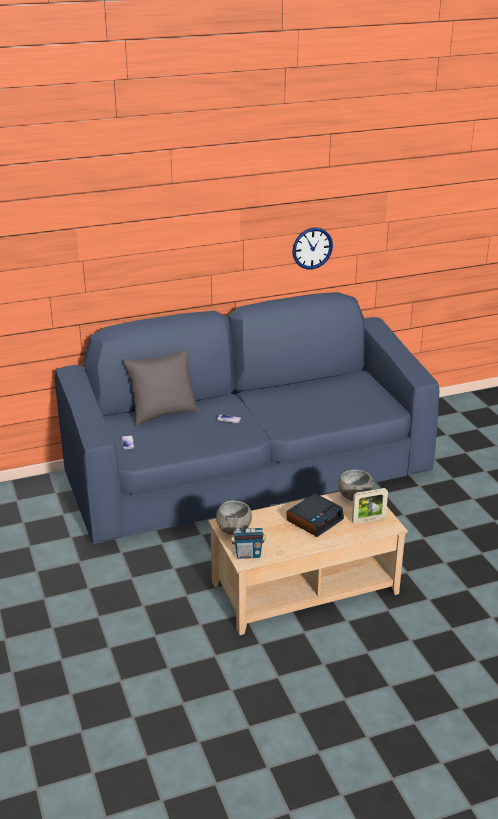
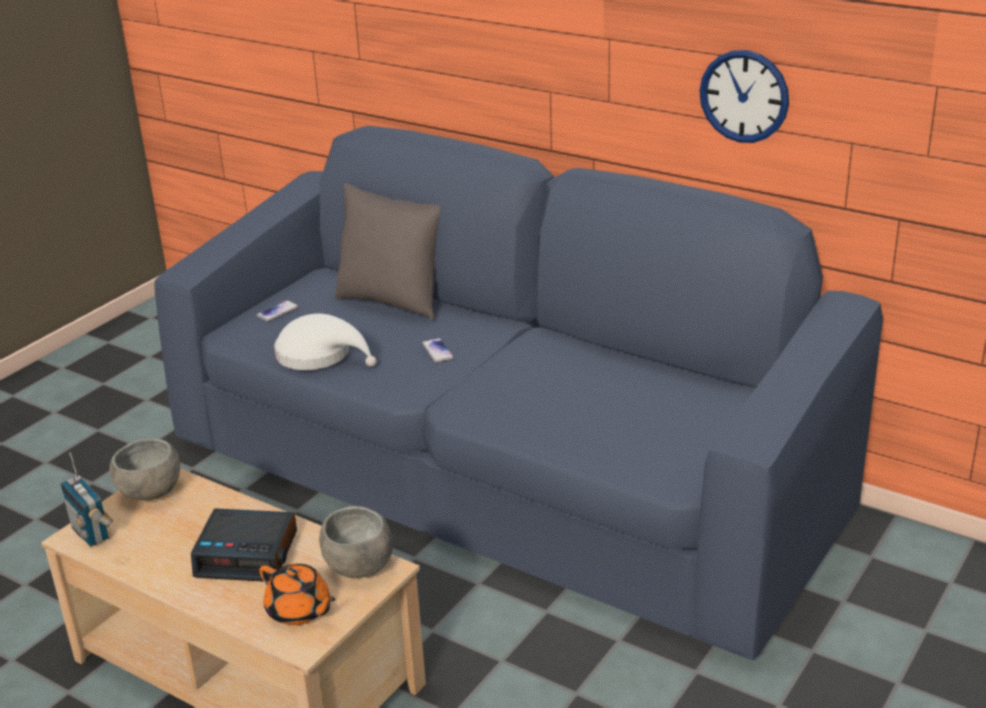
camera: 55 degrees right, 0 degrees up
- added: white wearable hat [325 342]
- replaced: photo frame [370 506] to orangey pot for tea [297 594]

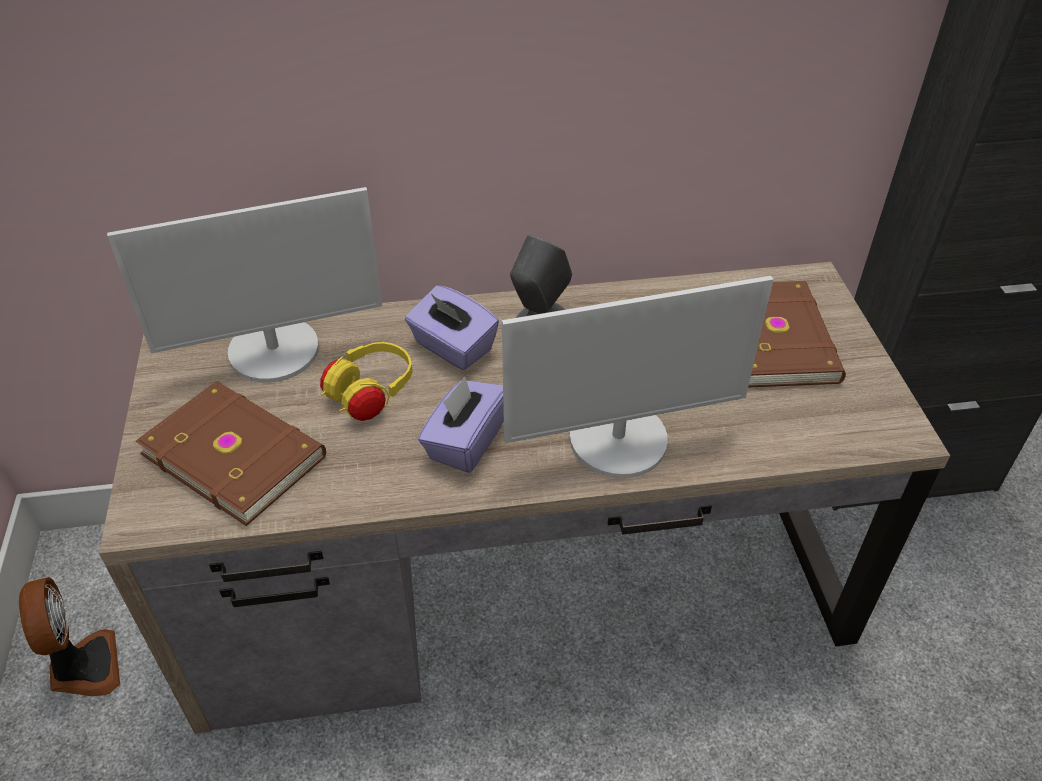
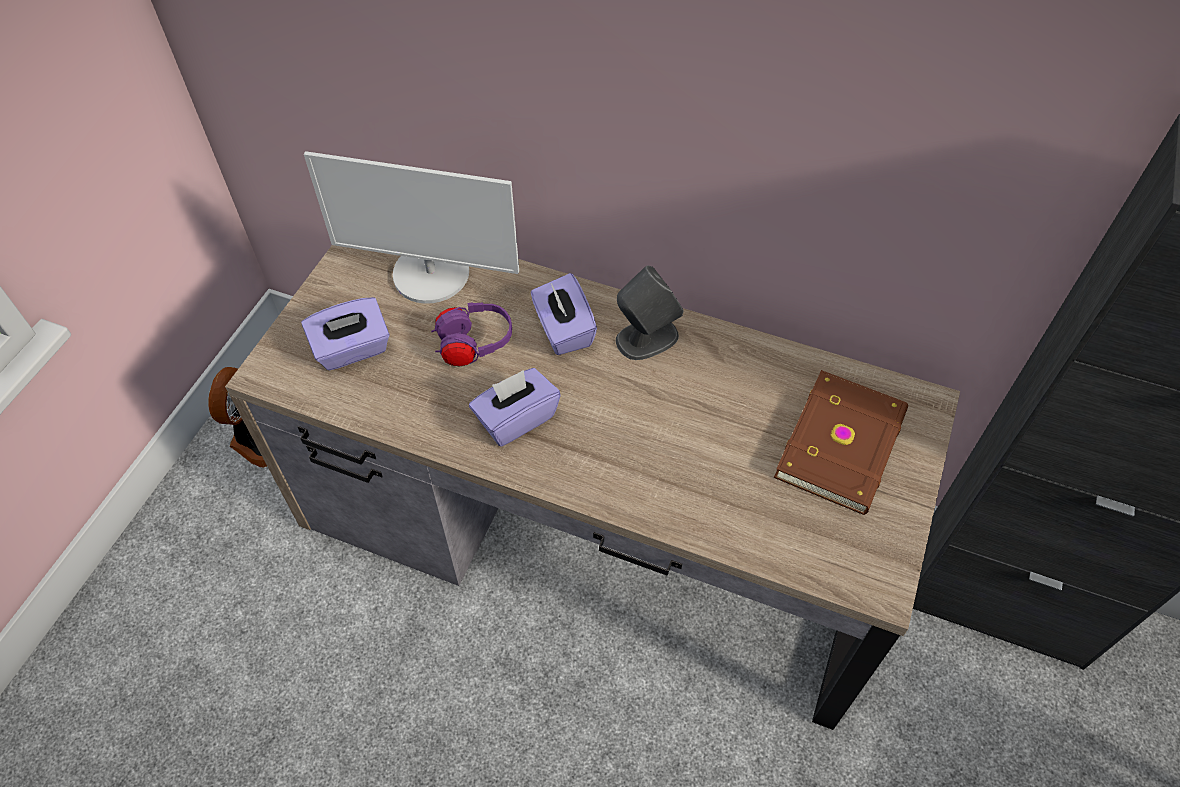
camera: 30 degrees right, 10 degrees up
- removed: computer display [638 377]
- replaced: brown-coloured book [230 453] to purple-coloured tissue box [345 333]
- recoloured: yellowish pair of headphones [366 381] to purple-coloured pair of headphones [471 334]

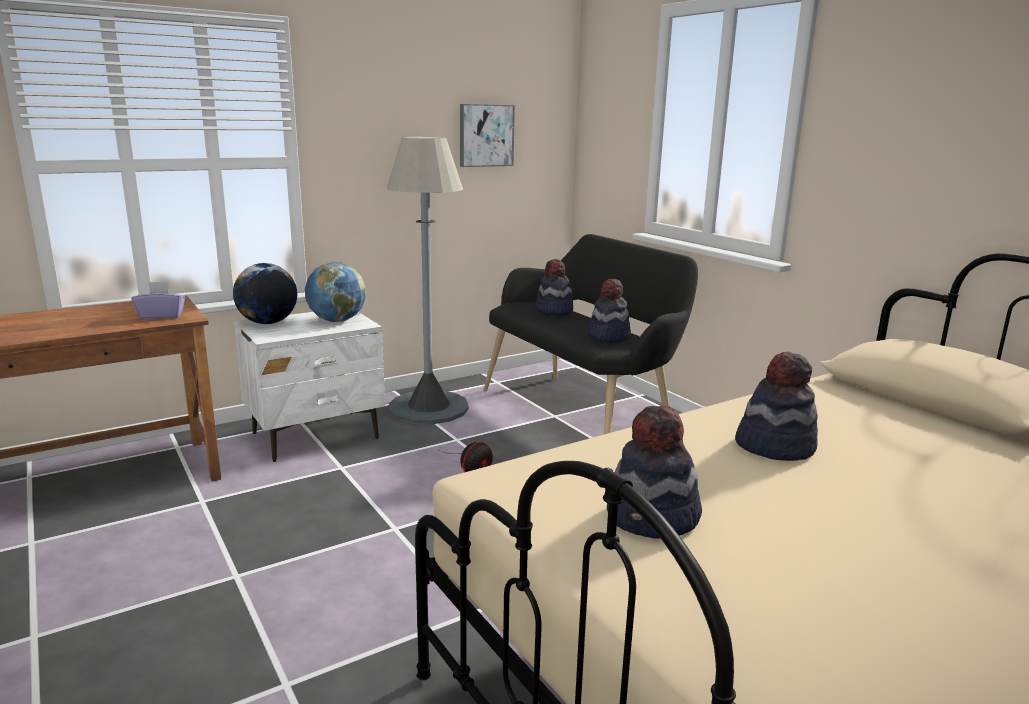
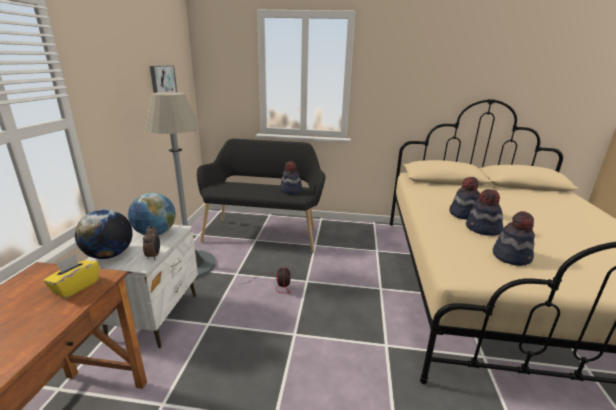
camera: 50 degrees left, 5 degrees up
- added: alarm clock [151 243]
- moved: wearable hat [555 287] to [484 212]
- recoloured: purple-coloured tissue box [158 300] to yellowish tissue box [71 276]

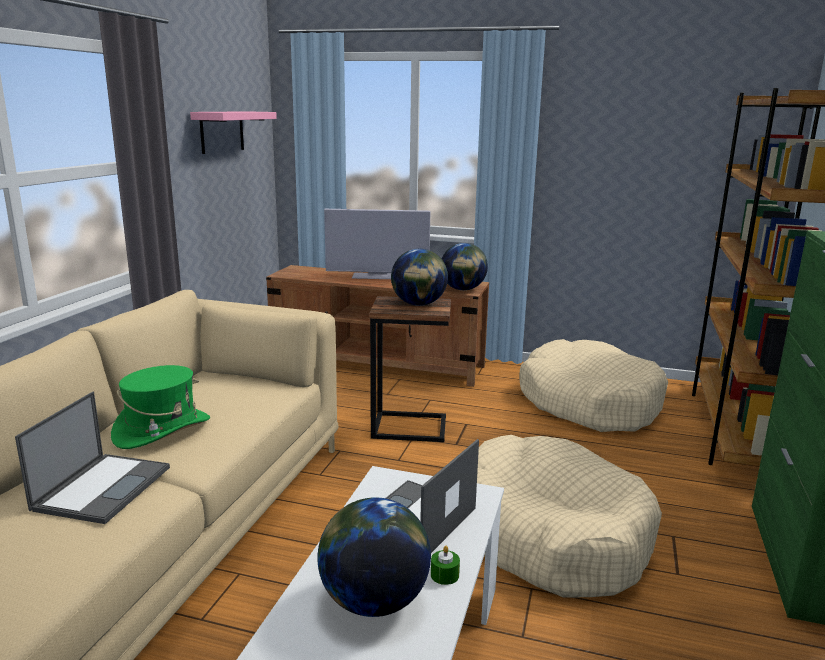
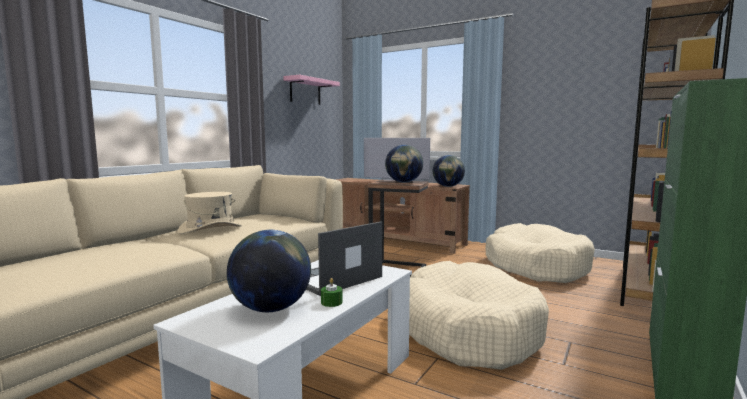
camera: 15 degrees right, 10 degrees down
- removed: notebook computer [92 458]
- recoloured: green wearable hat [160 407] to sand-coloured wearable hat [209 213]

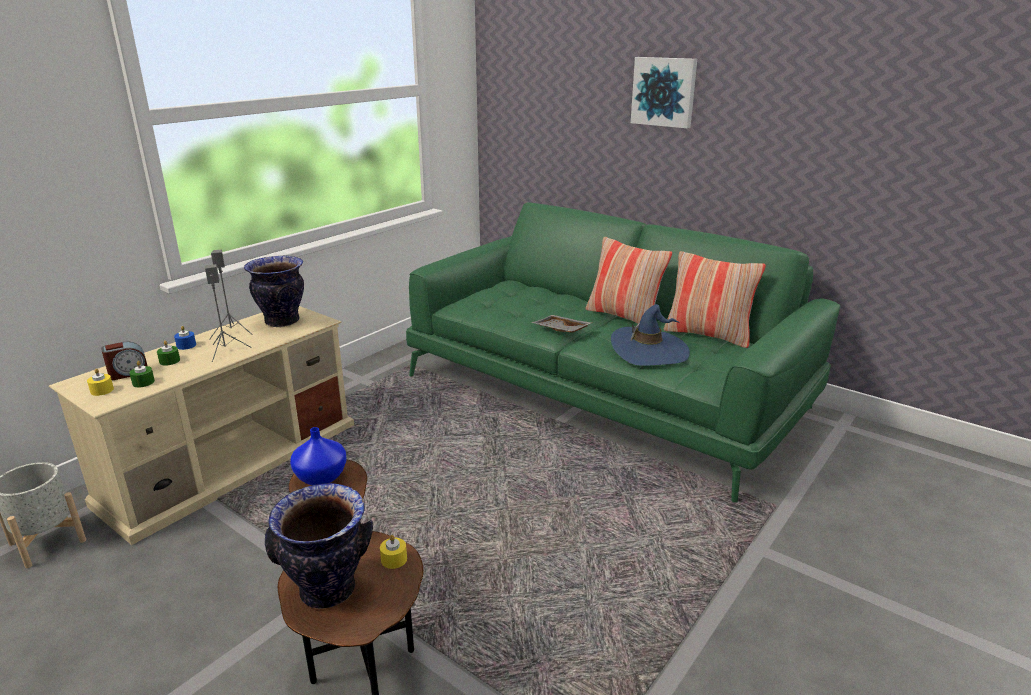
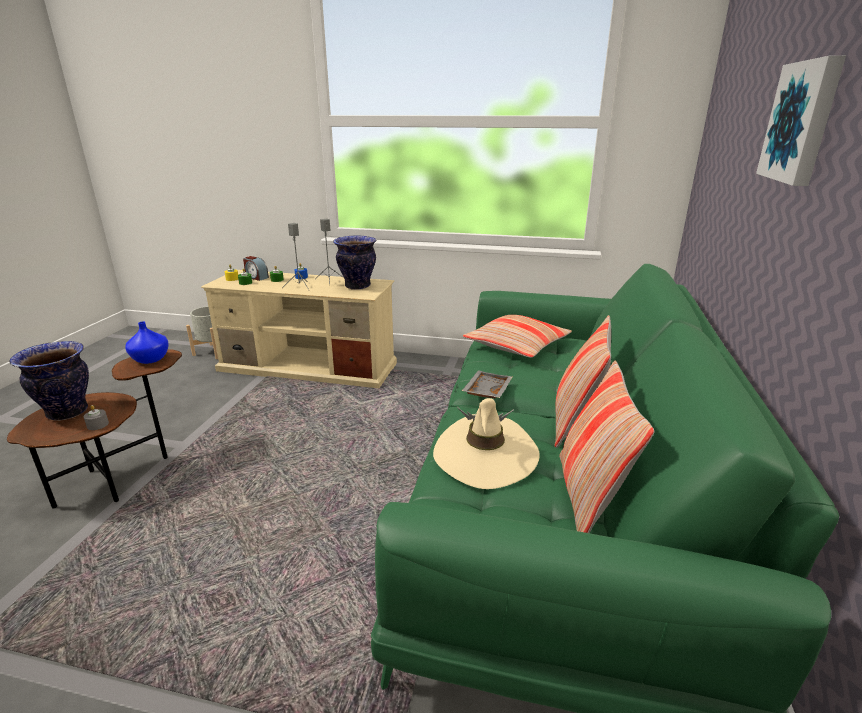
camera: 65 degrees right, 0 degrees up
- added: throw pillow [517 336]
- recoloured: yellowish wax light [393 552] to gray wax light [96 417]
- recoloured: bluish wearable hat [650 335] to sand-coloured wearable hat [486 443]

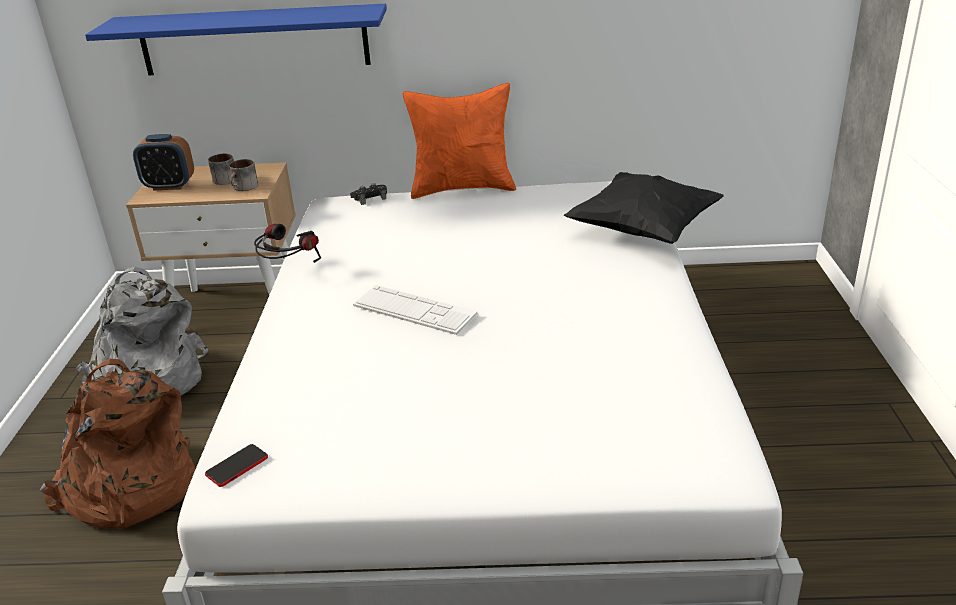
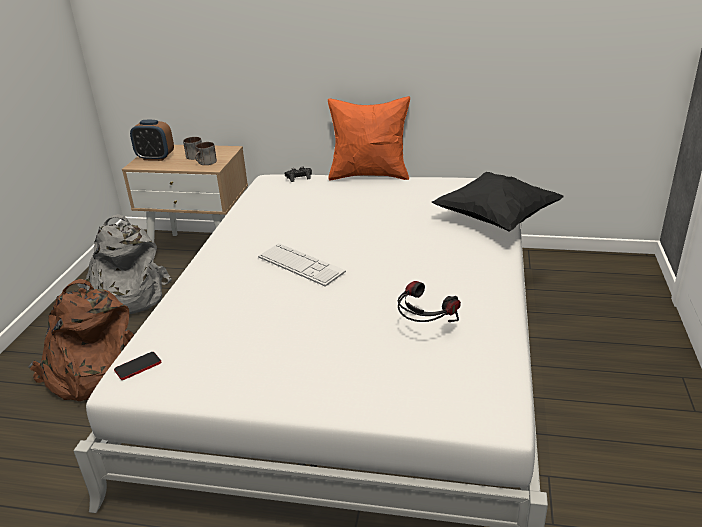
camera: 10 degrees right, 0 degrees up
- removed: bluish shelf [236 39]
- moved: pair of headphones [287 243] to [429 301]

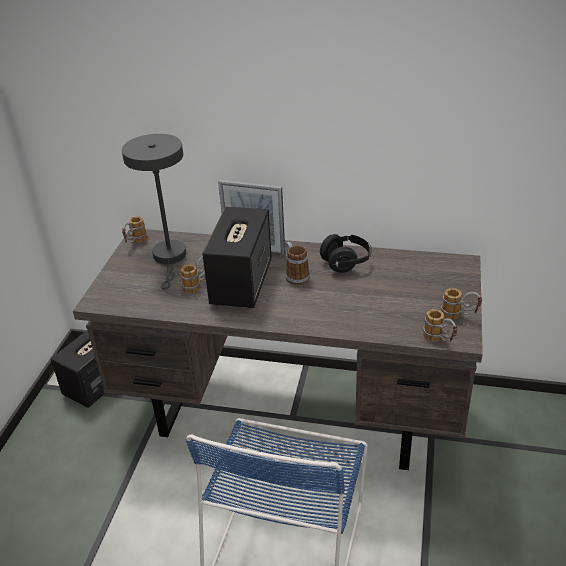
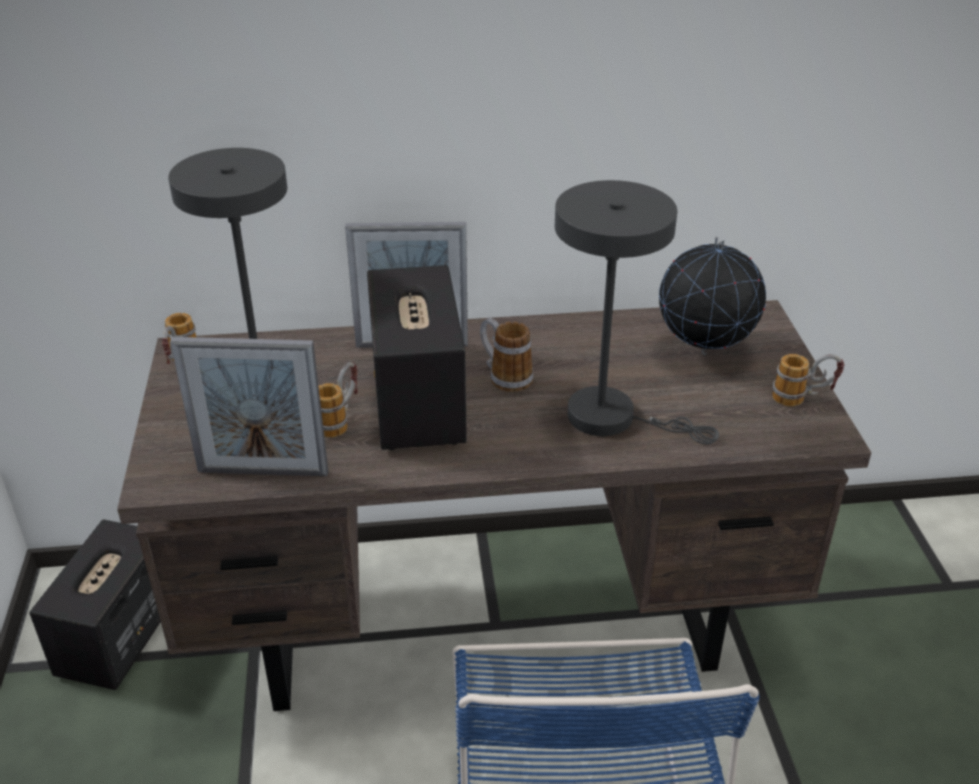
camera: 20 degrees left, 0 degrees up
- removed: black-coloured pair of headphones [346 253]
- removed: tea mug [440 325]
- added: photo frame [249 406]
- added: gray lamp for a table [637 312]
- added: desk globe [712 296]

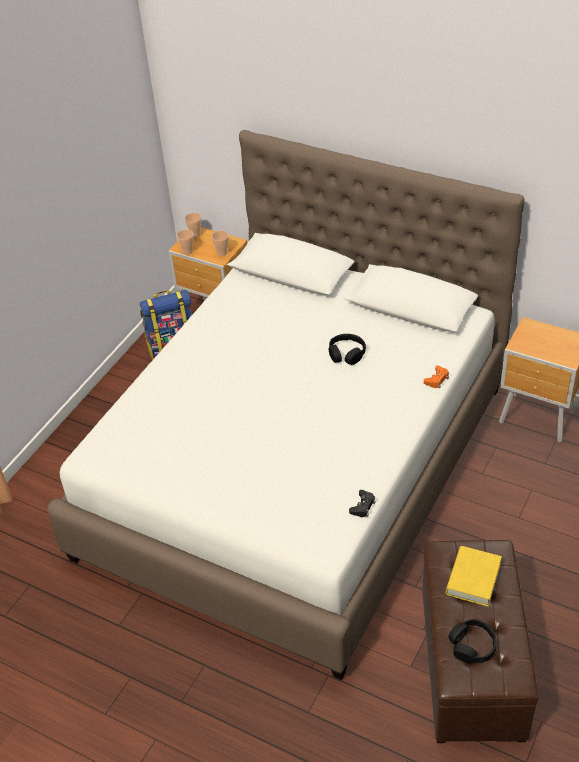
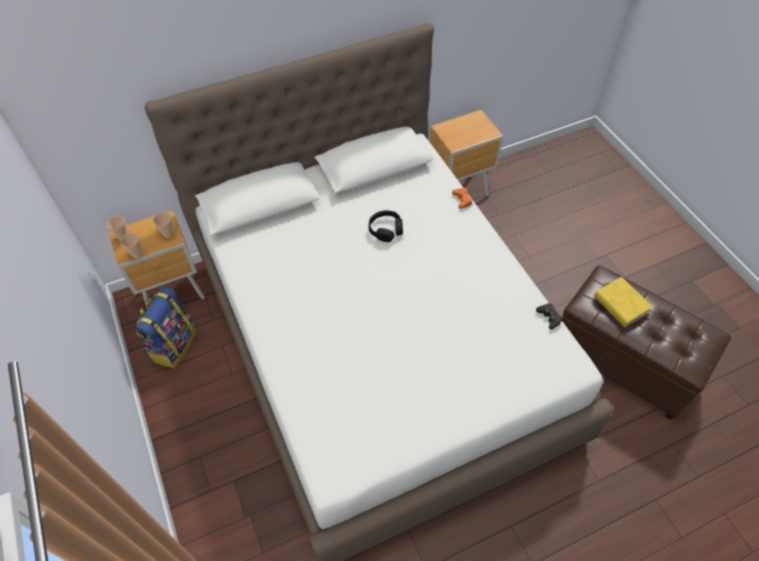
camera: 55 degrees left, 10 degrees up
- removed: black-coloured pair of headphones [472 641]

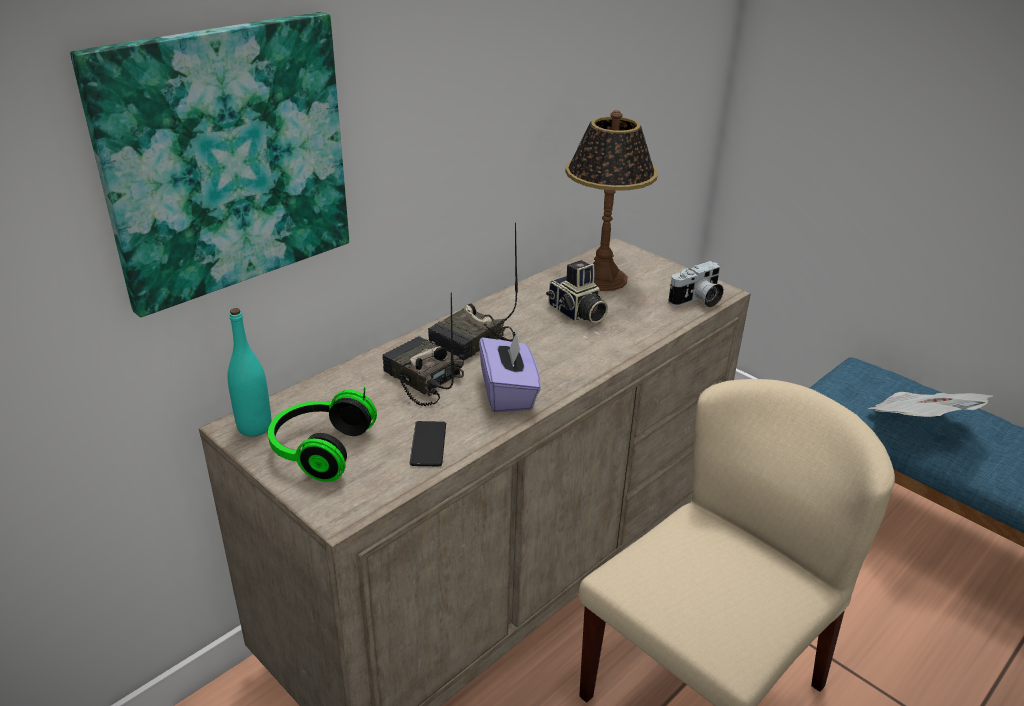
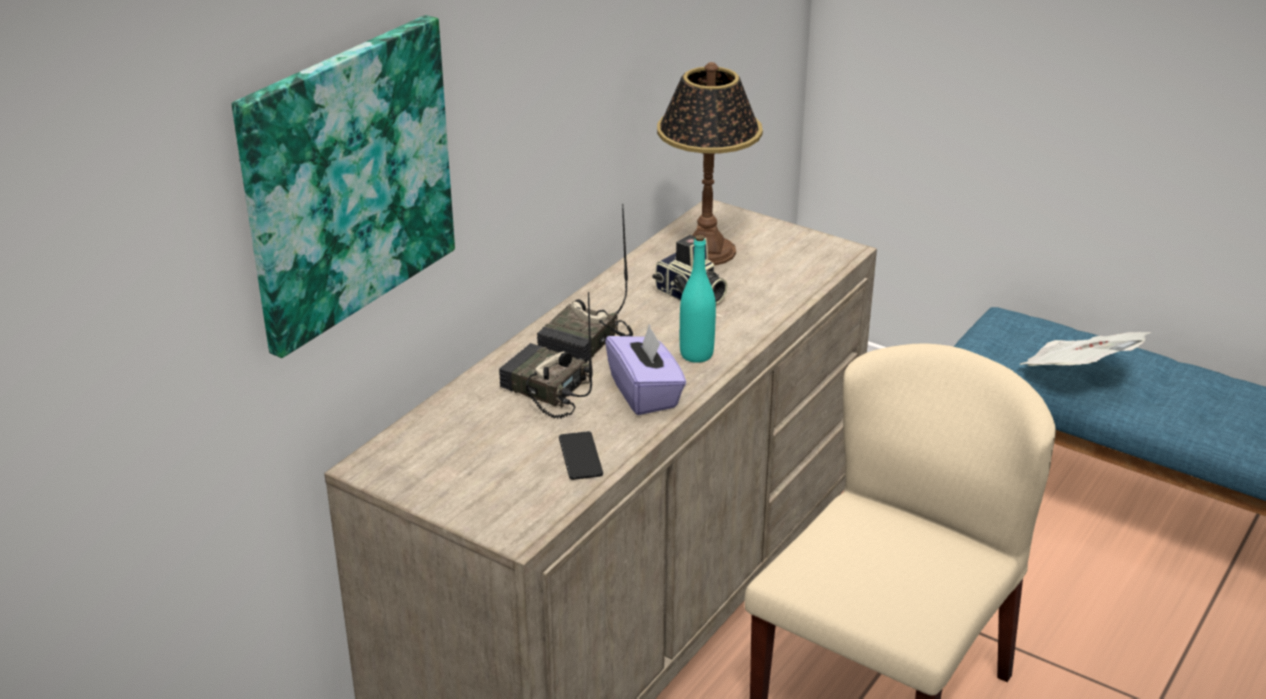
camera: 10 degrees left, 0 degrees up
- removed: pair of headphones [322 434]
- removed: photo camera [696 284]
- moved: turquoise bottle [249 372] to [698 299]

